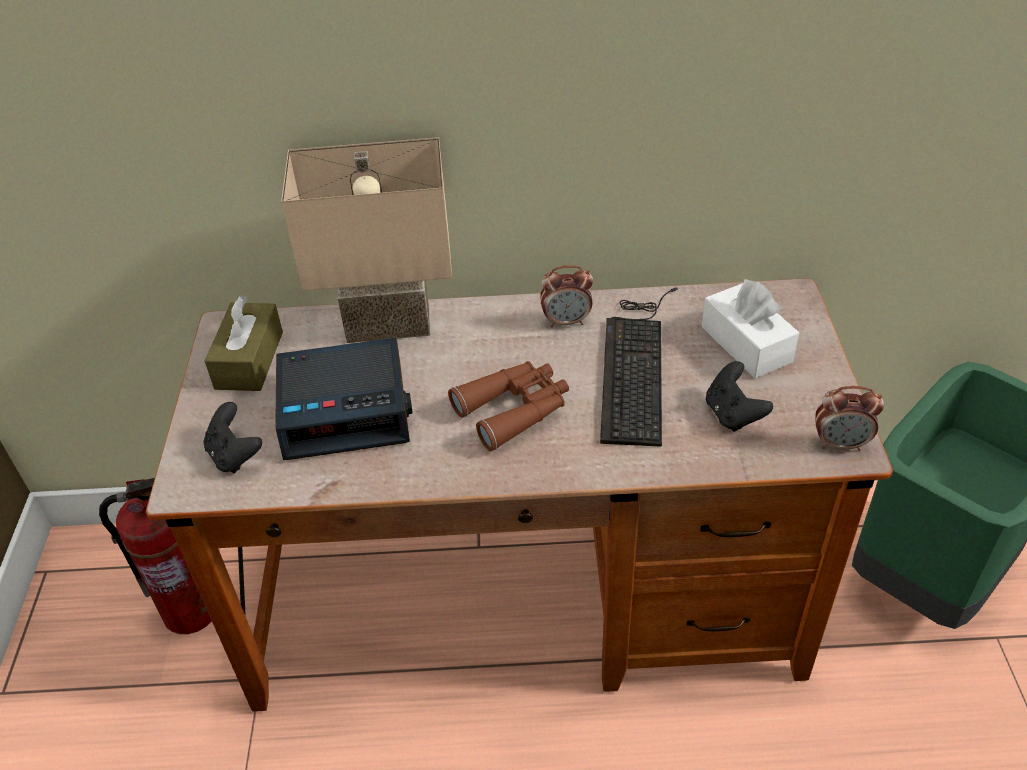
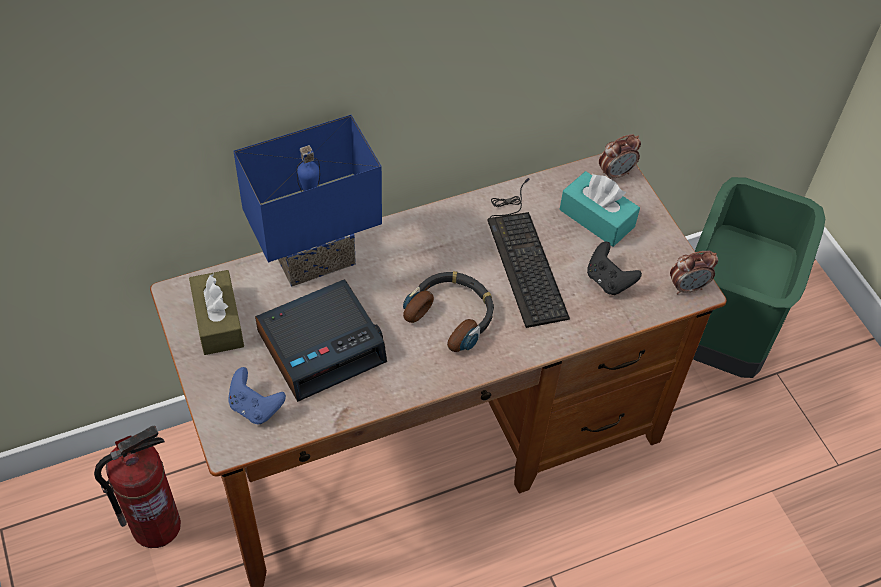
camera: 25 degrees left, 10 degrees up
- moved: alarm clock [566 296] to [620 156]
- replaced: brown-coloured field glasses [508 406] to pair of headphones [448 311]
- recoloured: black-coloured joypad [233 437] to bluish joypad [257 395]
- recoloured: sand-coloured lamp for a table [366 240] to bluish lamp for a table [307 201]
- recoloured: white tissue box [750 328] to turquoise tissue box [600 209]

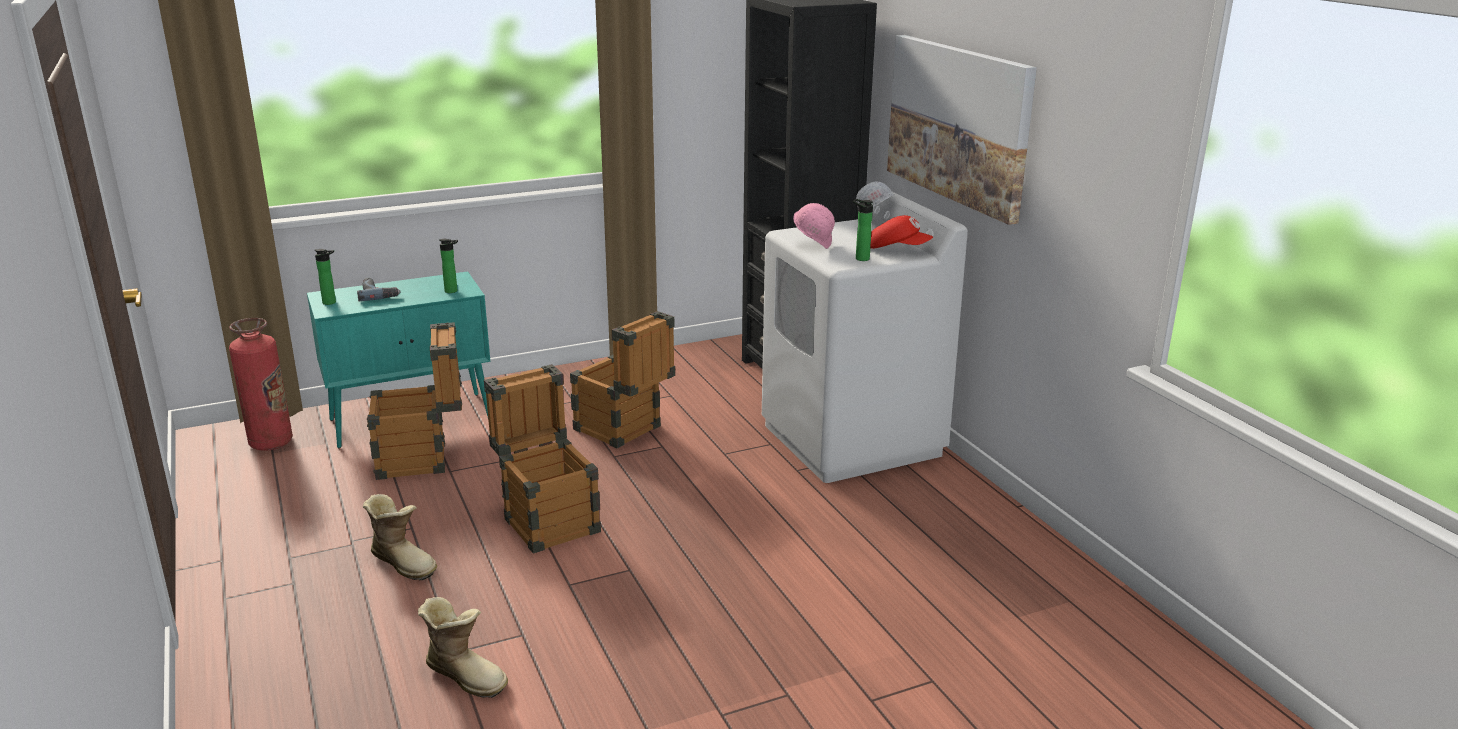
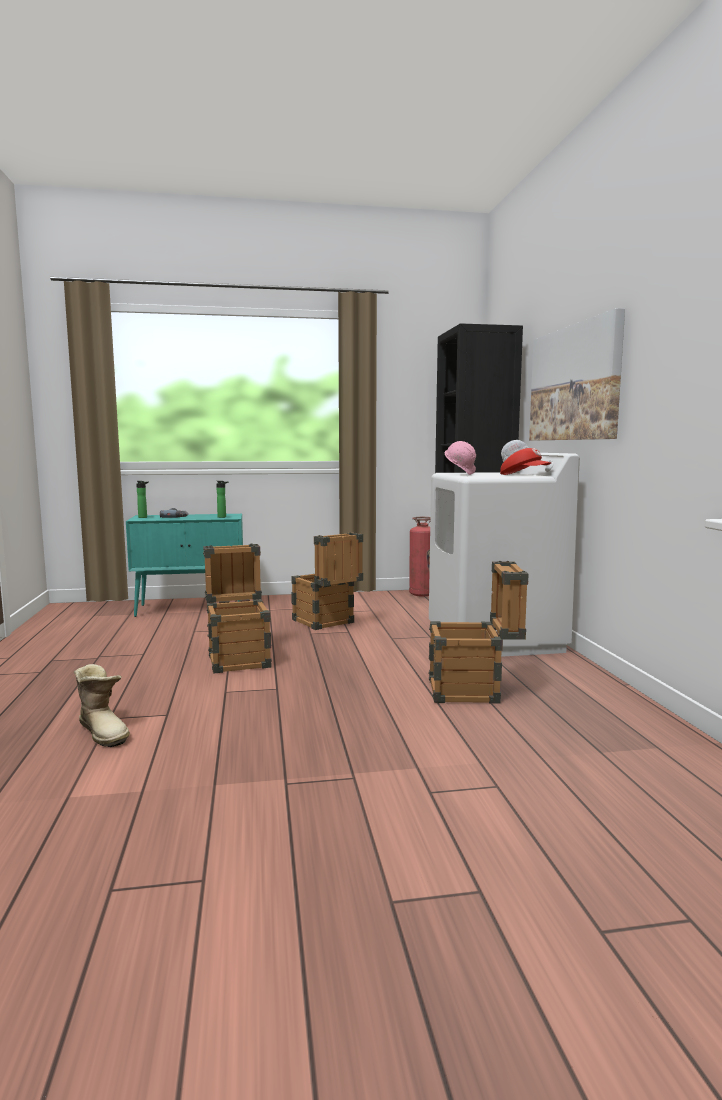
camera: 15 degrees right, 15 degrees down
- removed: boot [400 537]
- removed: bottle [863 230]
- moved: extinguisher [261 384] to [419 557]
- moved: shipping crate [414 401] to [478 632]

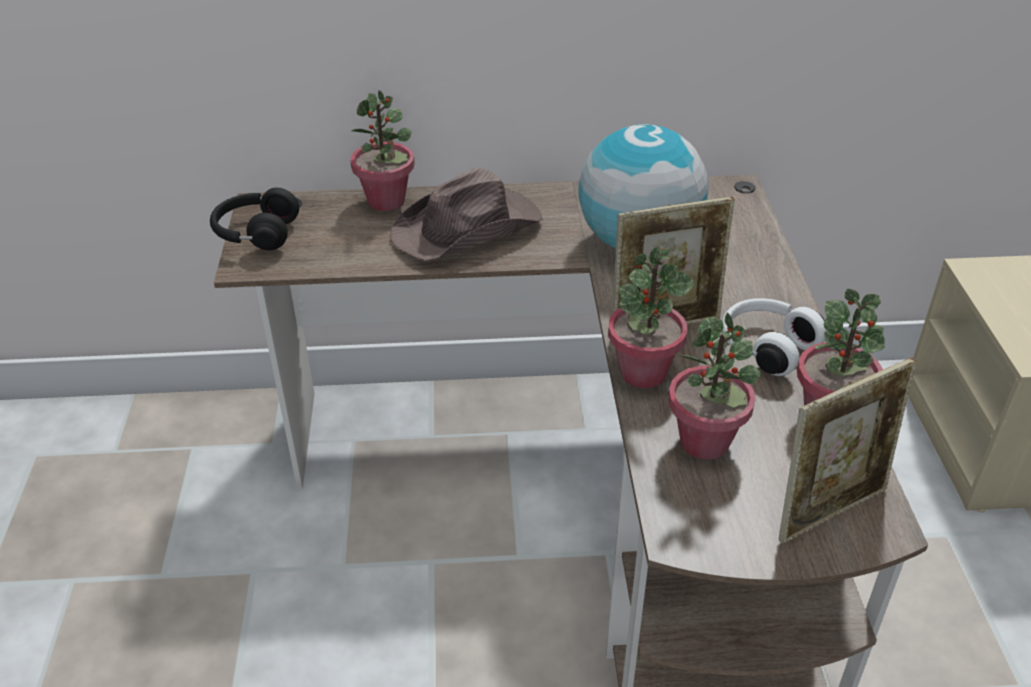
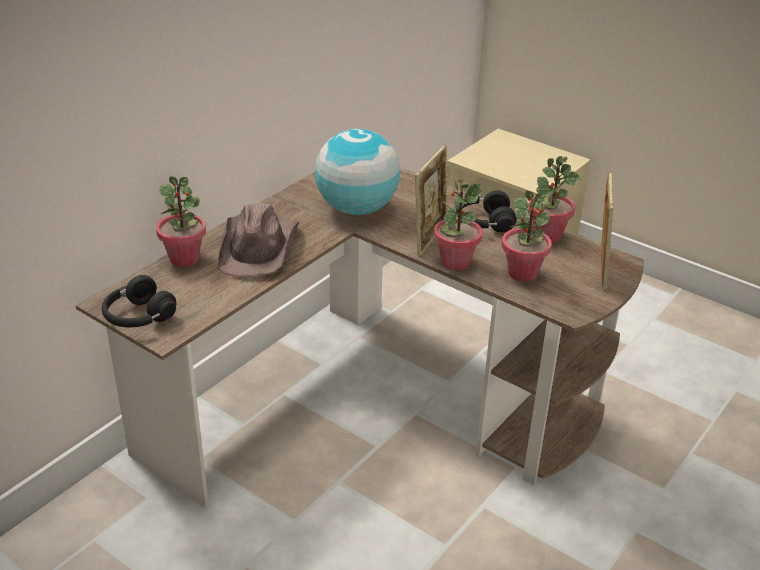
camera: 50 degrees left, 5 degrees down
- recoloured: white pair of headphones [774 337] to black-coloured pair of headphones [486 211]

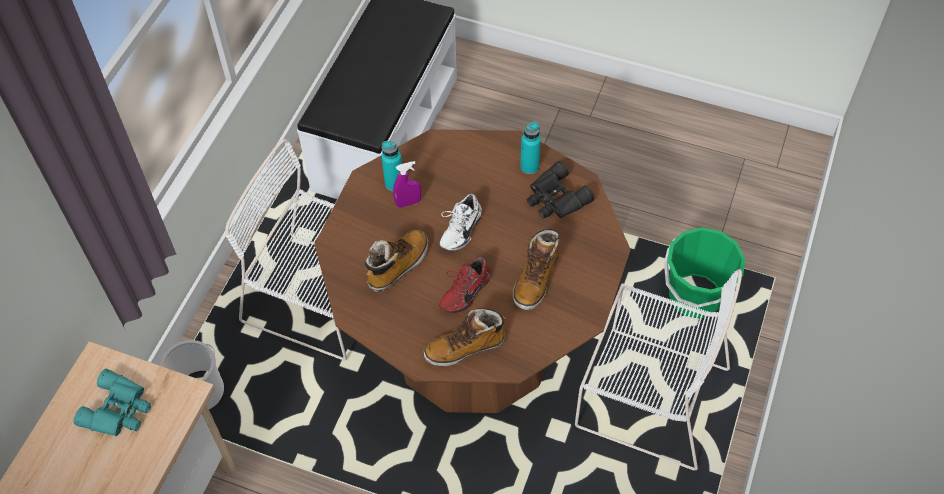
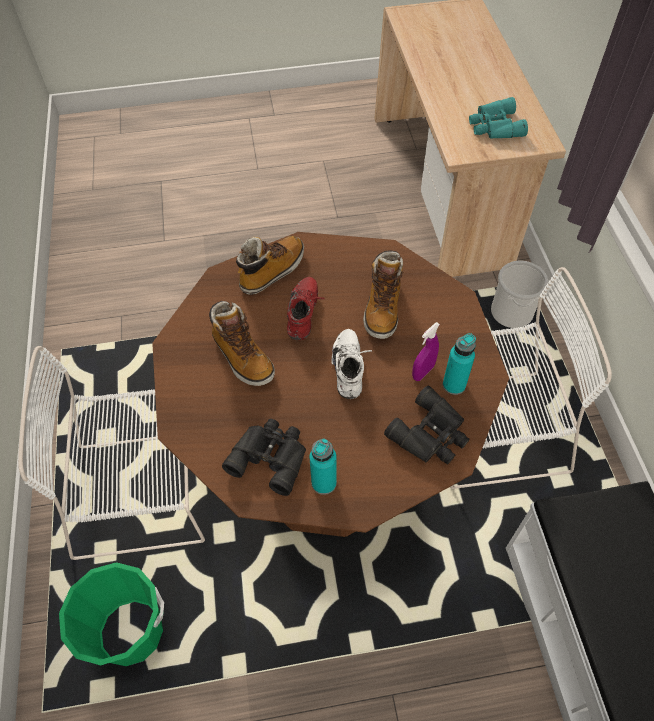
camera: 150 degrees right, 0 degrees up
- added: black-coloured field glasses [426 425]
- turned: boot [536 269] = [242 343] 150 degrees clockwise

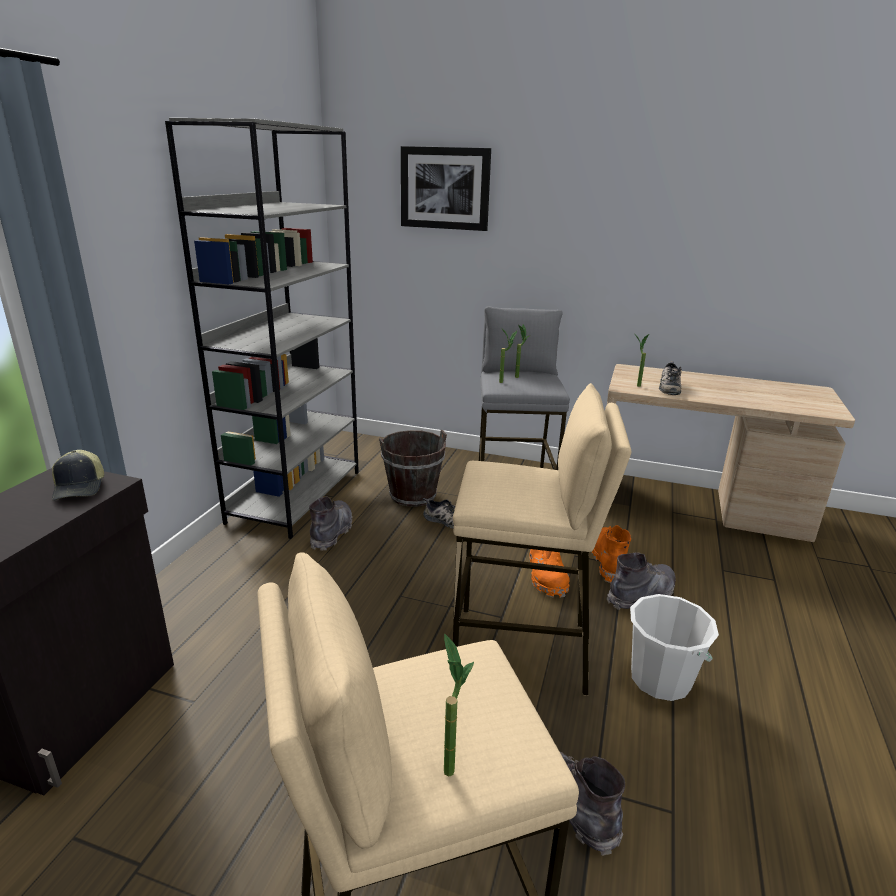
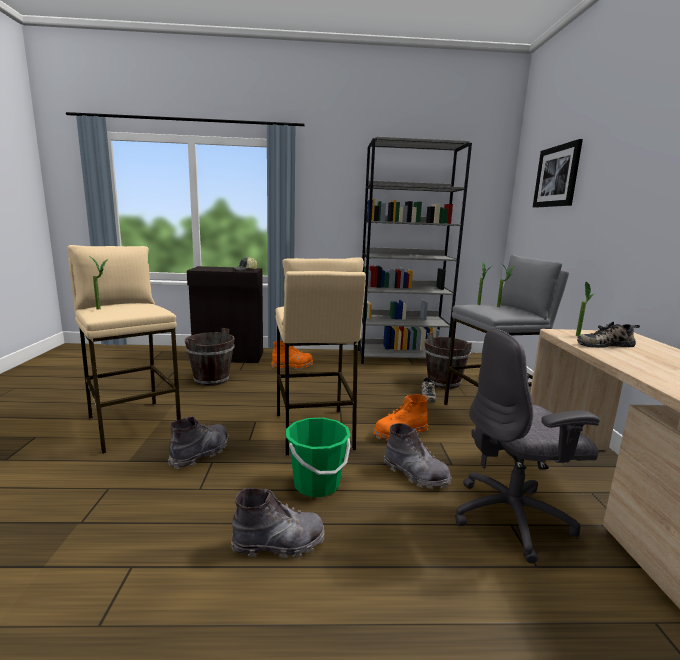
camera: 70 degrees right, 10 degrees down
- added: brown-coloured bucket [210 357]
- added: gray computer chair [527 446]
- moved: gray boot [331 523] to [278 523]
- moved: orangey boot [611 554] to [292 355]
- recoloured: white bucket [674 647] to green bucket [318 457]

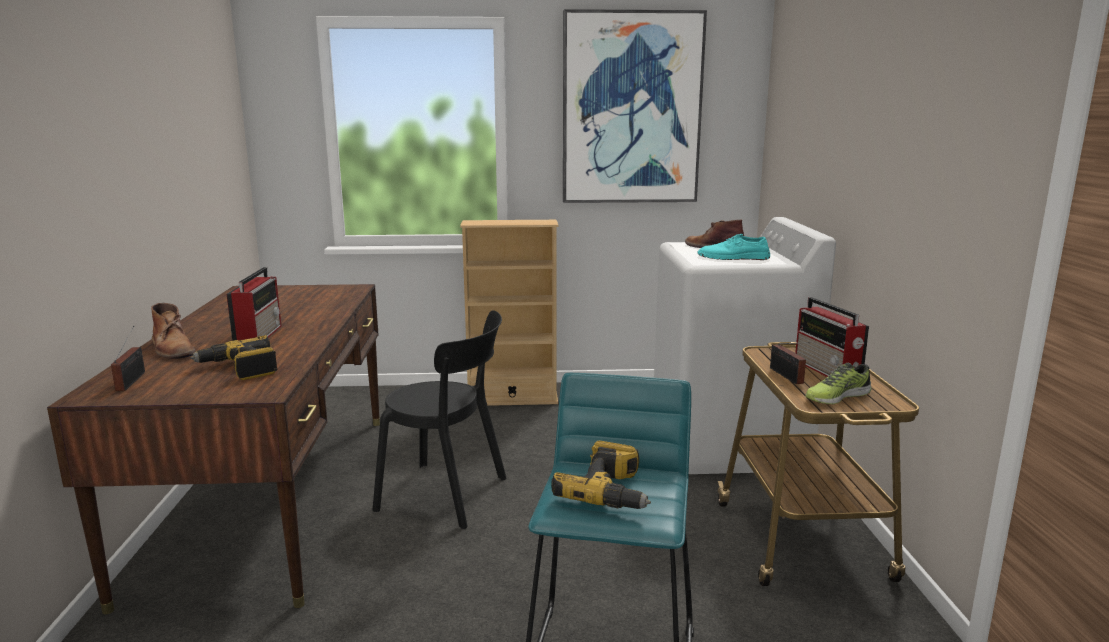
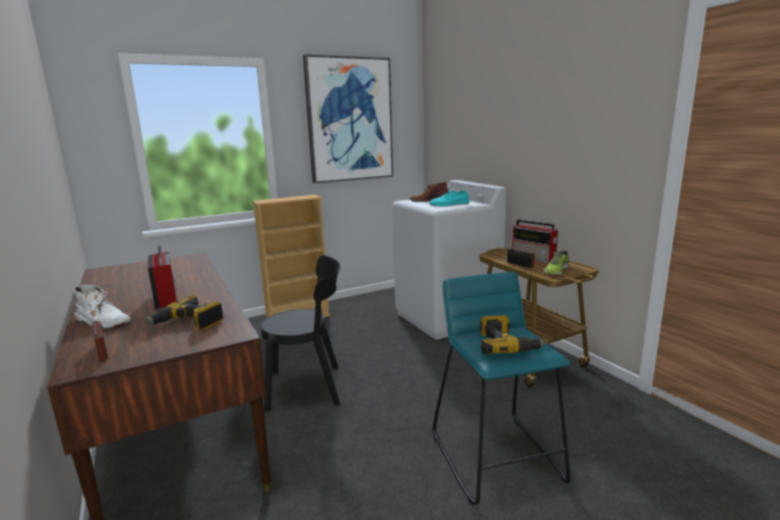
camera: 25 degrees left, 0 degrees up
- recoloured: brown-coloured boot [173 331] to white boot [102 307]

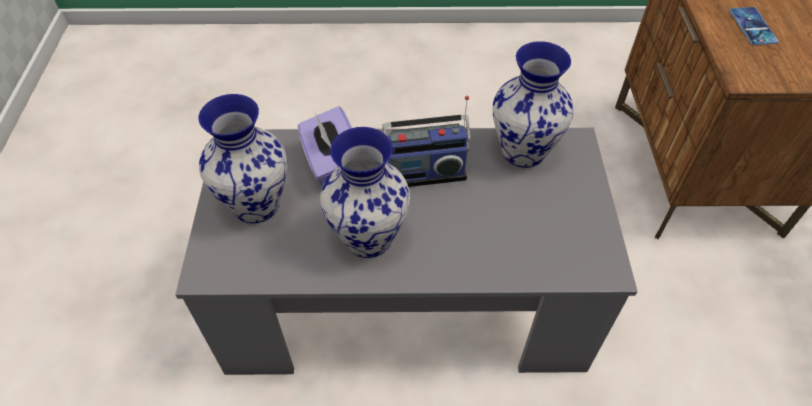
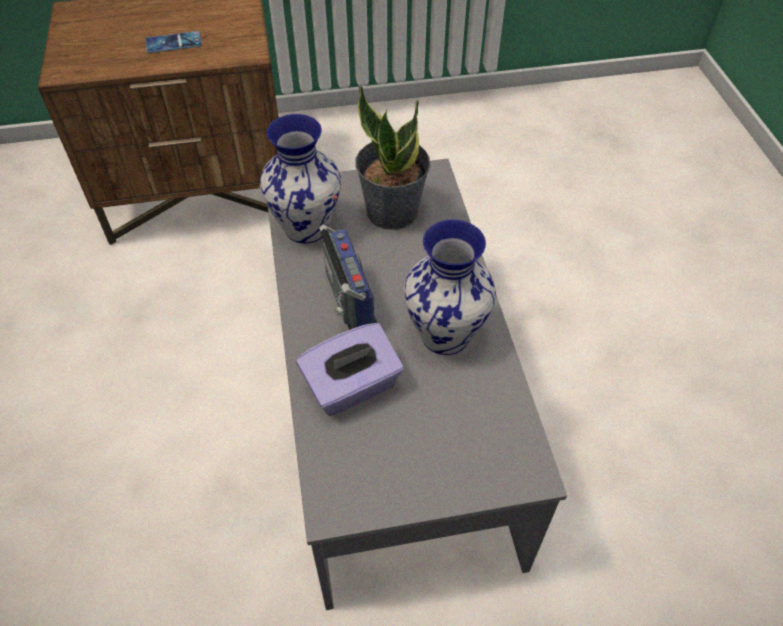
camera: 100 degrees left, 0 degrees up
- removed: flower vase [242 159]
- added: potted plant [392 157]

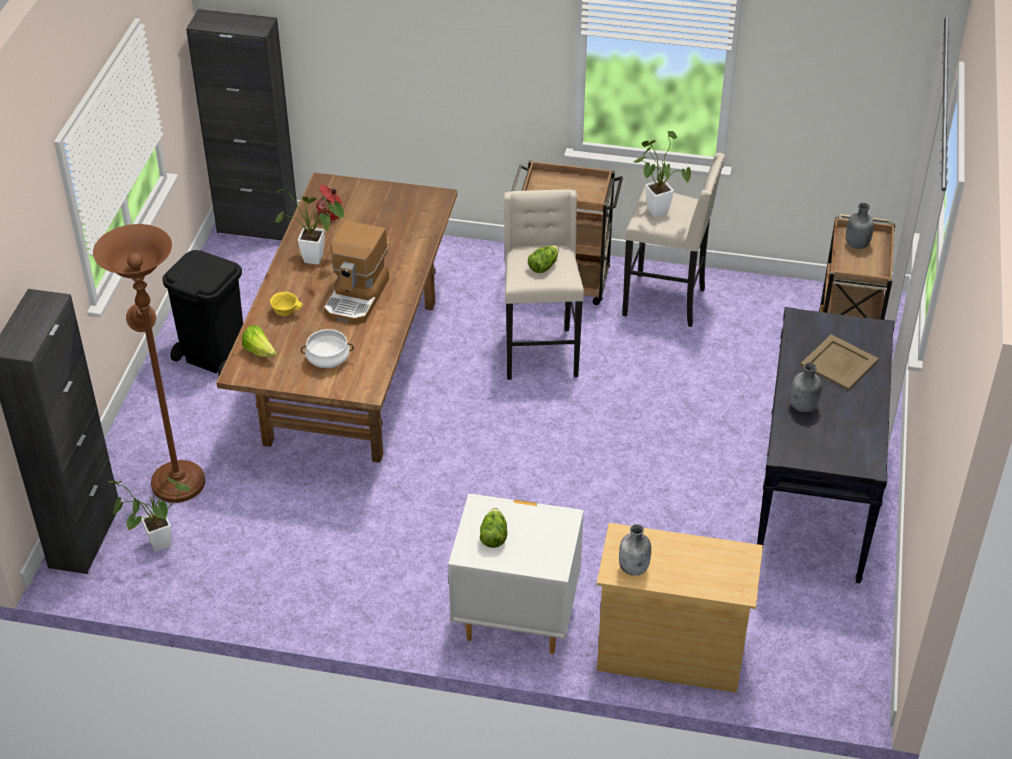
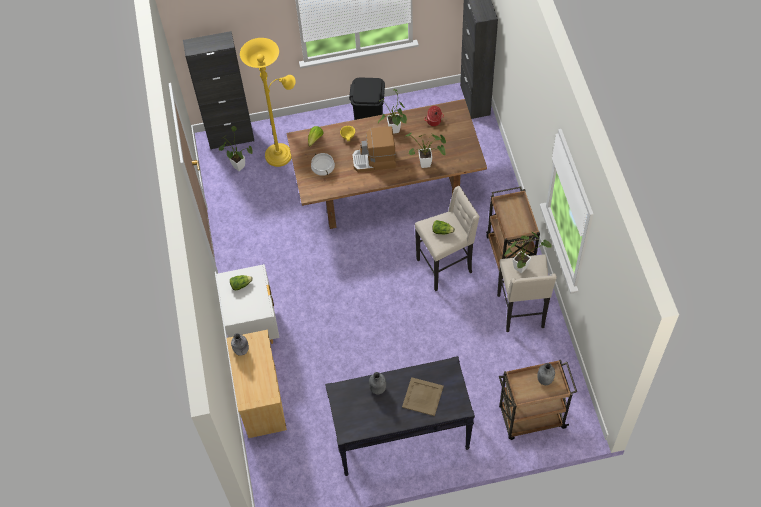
camera: 70 degrees right, 15 degrees up
- added: potted plant [426 150]
- recoloured: brown-coloured standing lamp [149 363] to yellowish standing lamp [268 102]

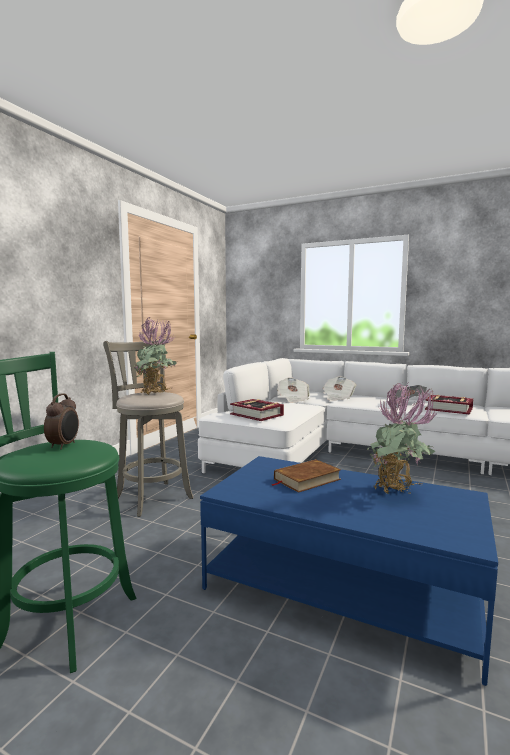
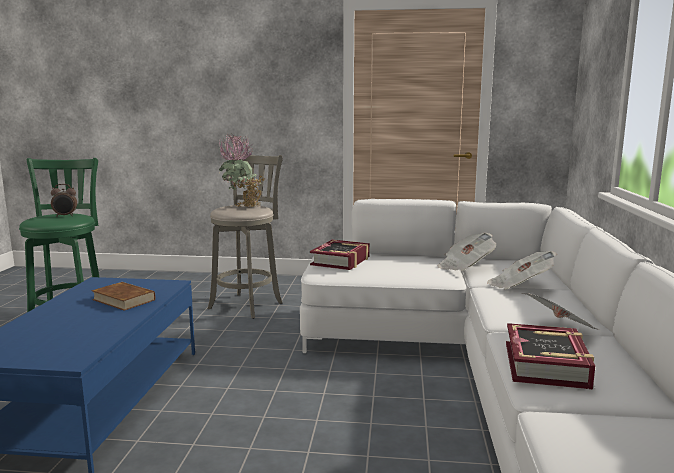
camera: 70 degrees right, 5 degrees up
- removed: potted plant [402 438]

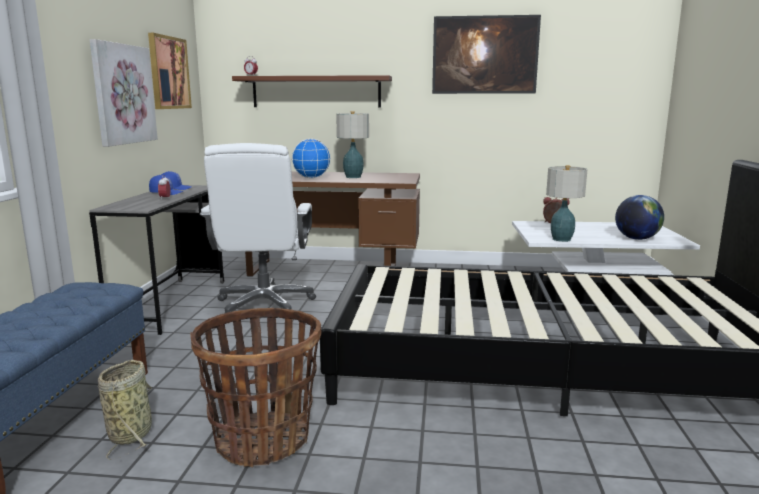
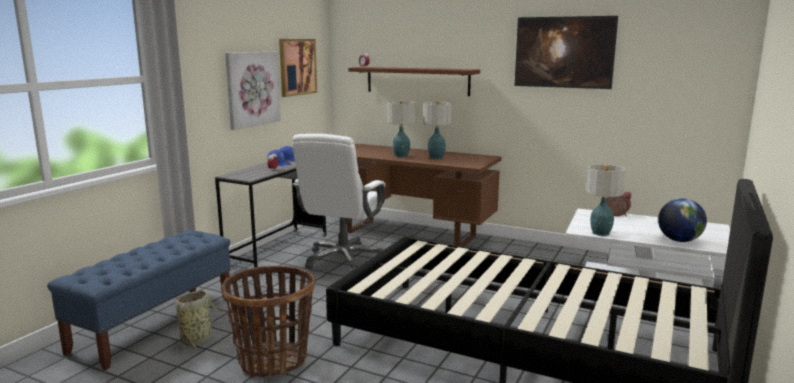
camera: 20 degrees right, 0 degrees up
- replaced: desk globe [311 158] to lamp for a table [401 128]

